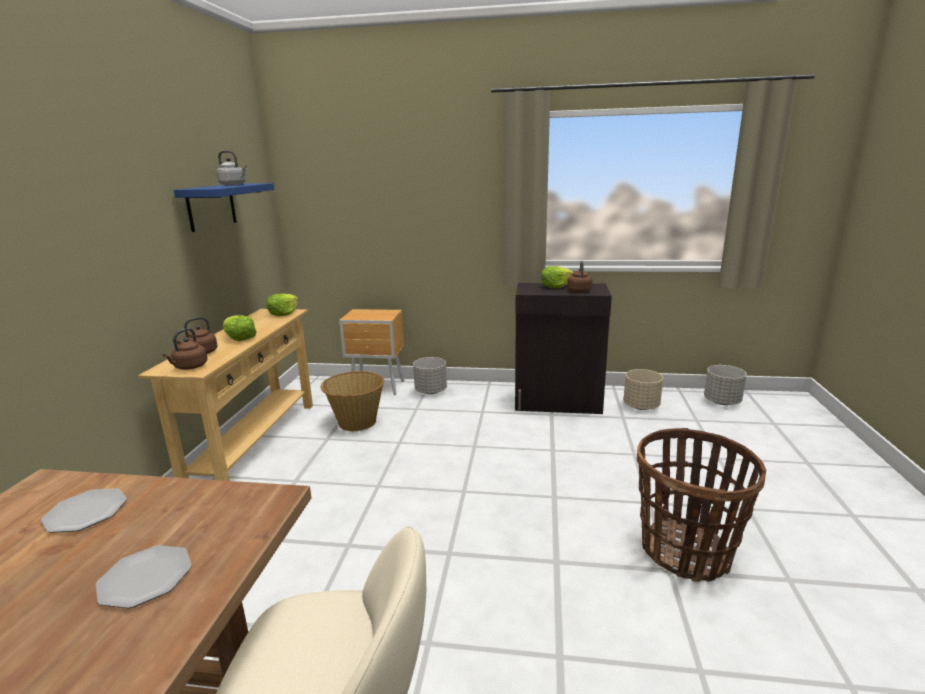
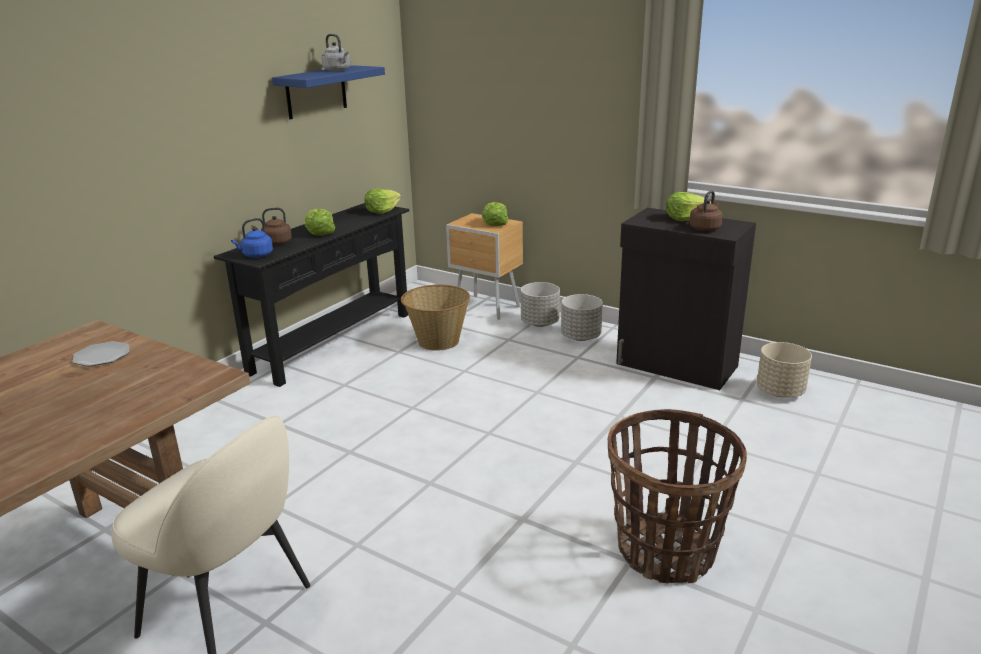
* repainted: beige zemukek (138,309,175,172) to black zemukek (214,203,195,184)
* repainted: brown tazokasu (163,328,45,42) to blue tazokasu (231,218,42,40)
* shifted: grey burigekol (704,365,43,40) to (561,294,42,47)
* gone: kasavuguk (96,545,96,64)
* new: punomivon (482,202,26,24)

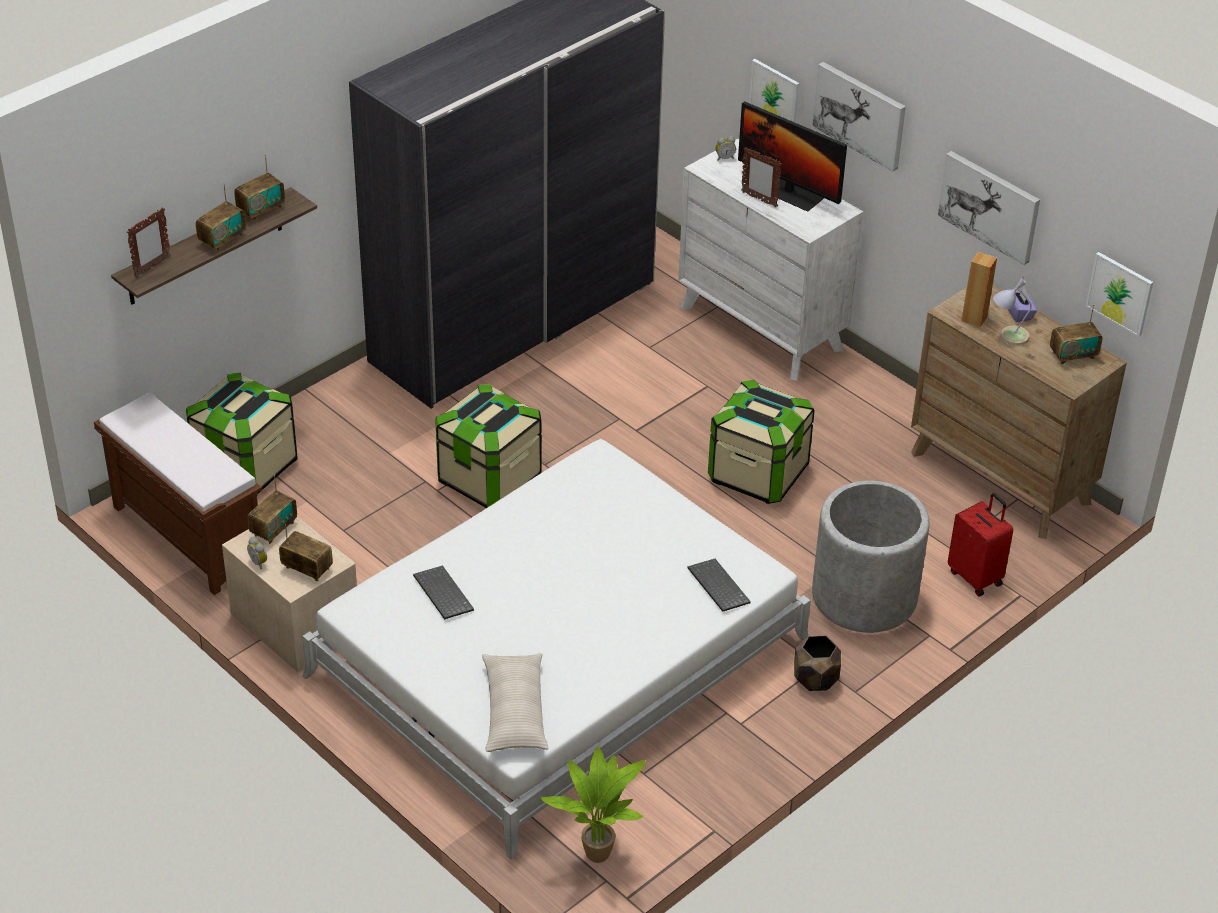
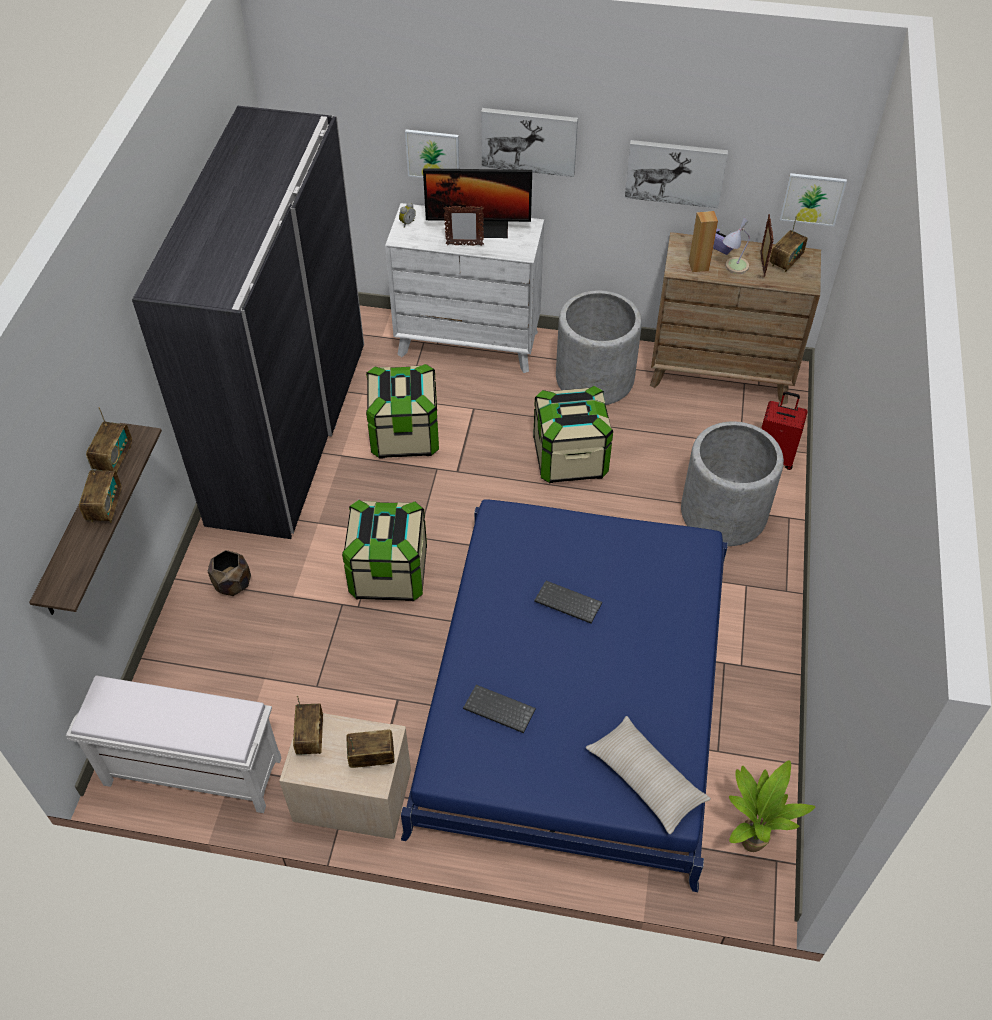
* shifted: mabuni (127,208,44,70) to (760,214,14,63)
* shifted: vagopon (186,372,112,122) to (366,364,73,94)
* repainted: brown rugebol (94,393,168,202) to white rugebol (66,675,215,138)
* repainted: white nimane (302,439,509,420) to blue nimane (401,499,327,393)
* gone: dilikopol (247,537,20,32)
* shifted: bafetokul (687,559,64,53) to (534,581,68,42)
* shifted: brown burigekol (794,636,47,55) to (208,550,43,46)
* new: grey burigekol (556,291,86,114)

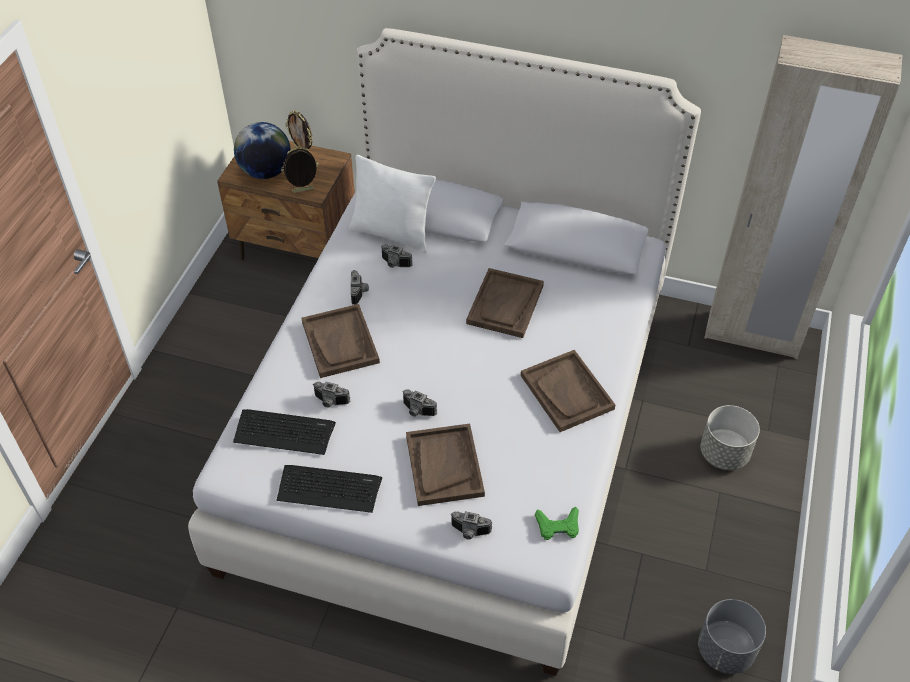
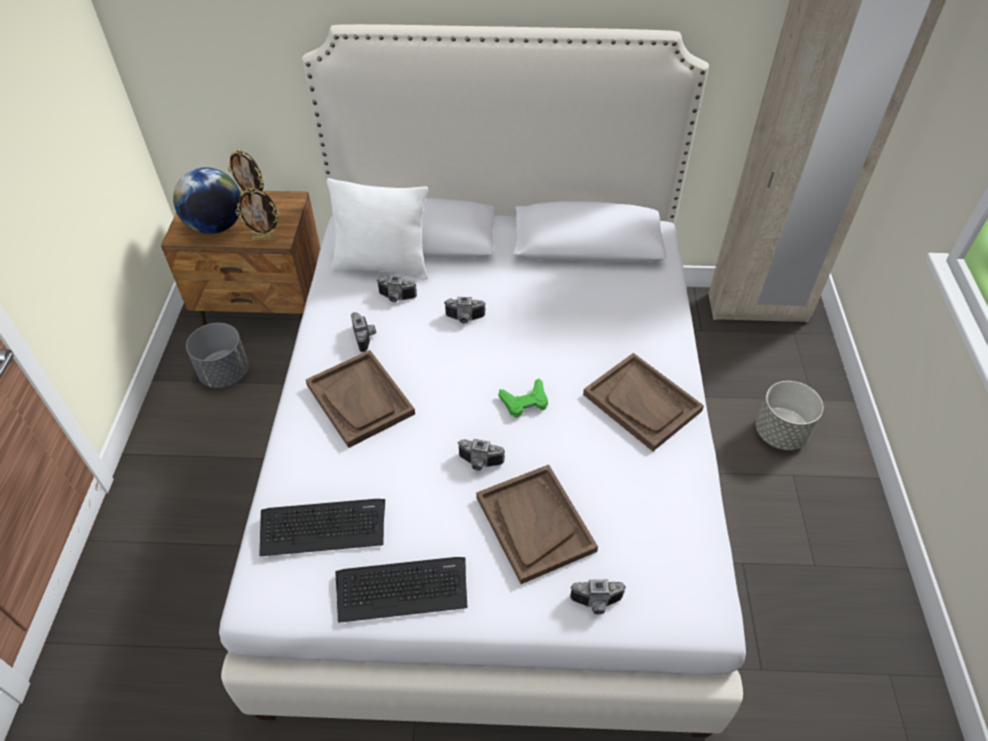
* rotated: mabuni (281,146,37,47) = (235,187,45,54) 150 degrees counterclockwise
* gone: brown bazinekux (466,268,78,70)
* shifted: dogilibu (313,382,37,25) to (444,297,42,26)
* shifted: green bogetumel (535,507,44,33) to (498,378,50,39)
* shifted: grey burigekol (698,599,68,75) to (186,323,63,65)

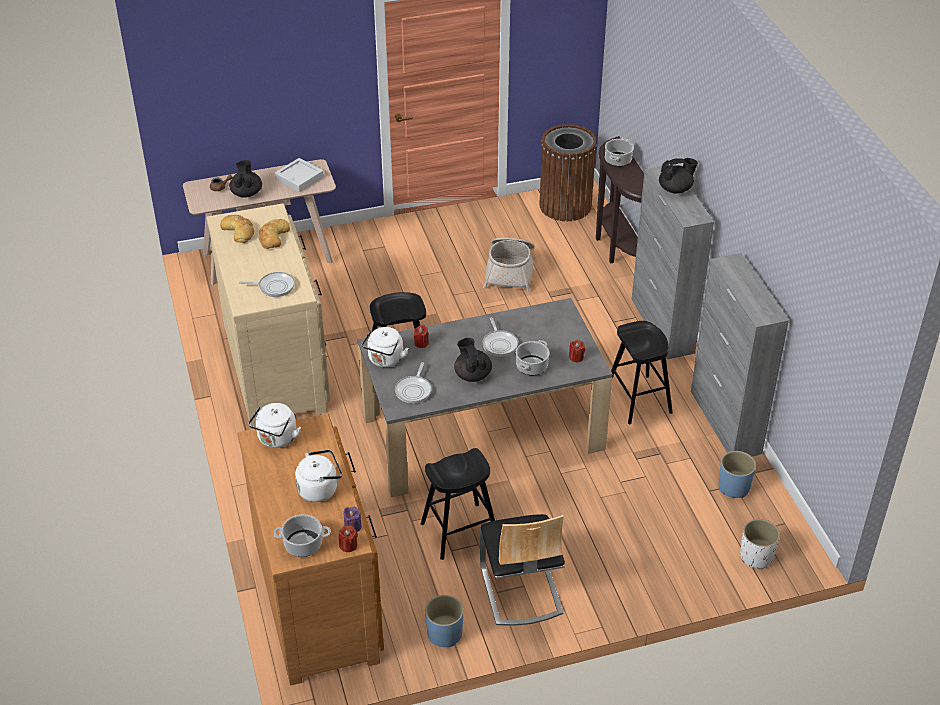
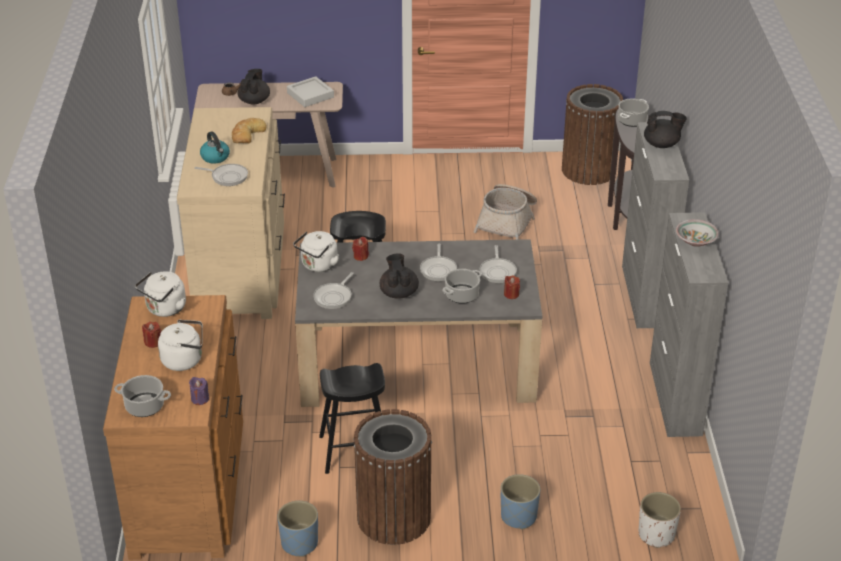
* gone: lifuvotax (220,215,34,28)
* gone: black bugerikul (611,321,62,104)
* shifted: blue burigekol (718,451,38,47) to (501,474,39,56)
* swapped: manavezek (480,514,85,112) to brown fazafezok (353,409,79,136)
* shifted: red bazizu (339,526,19,26) to (142,321,20,27)
* new: tazokasu (200,131,30,33)
* new: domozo (676,219,43,28)
* new: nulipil (479,245,38,38)

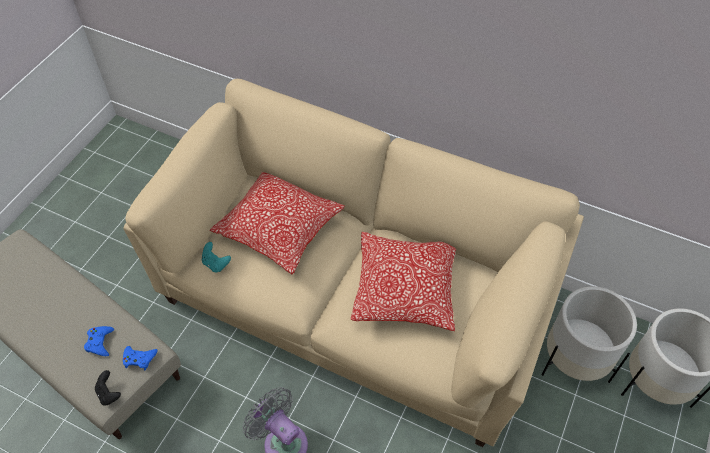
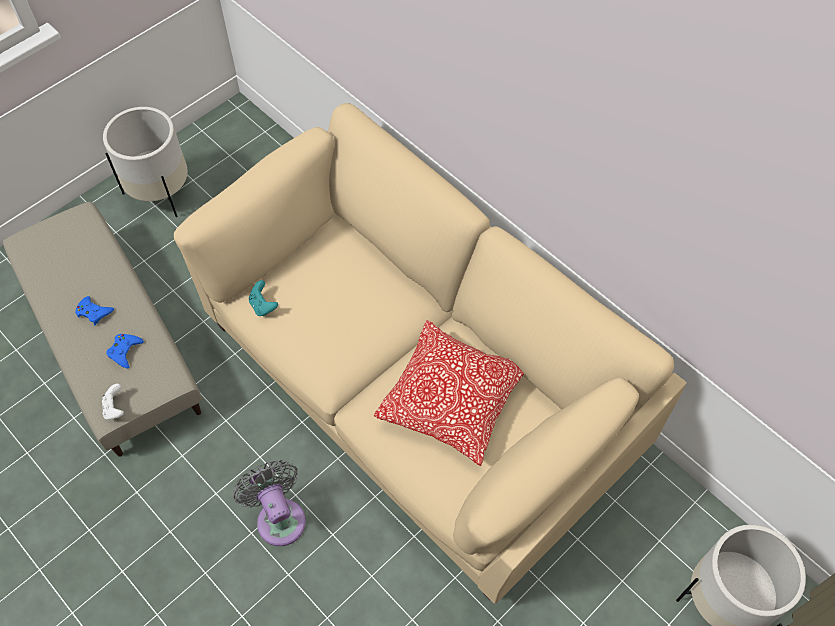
* gone: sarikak (209,172,136,102)
* shifted: white burigekol (541,286,96,97) to (103,107,85,110)
* shifted: blue bogetumel (123,346,35,24) to (75,296,39,29)
* repainted: black bogetumel (95,370,26,36) to white bogetumel (102,384,22,36)

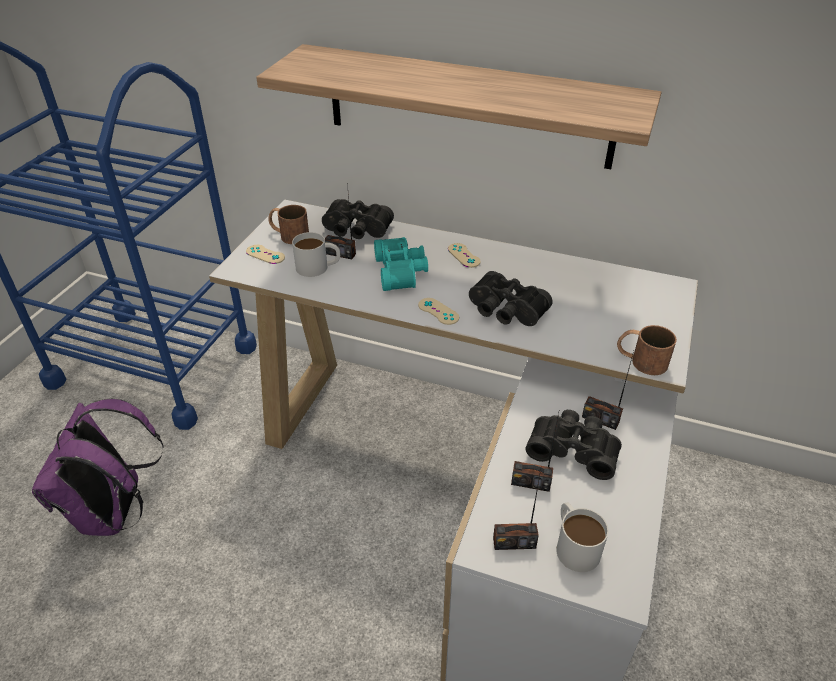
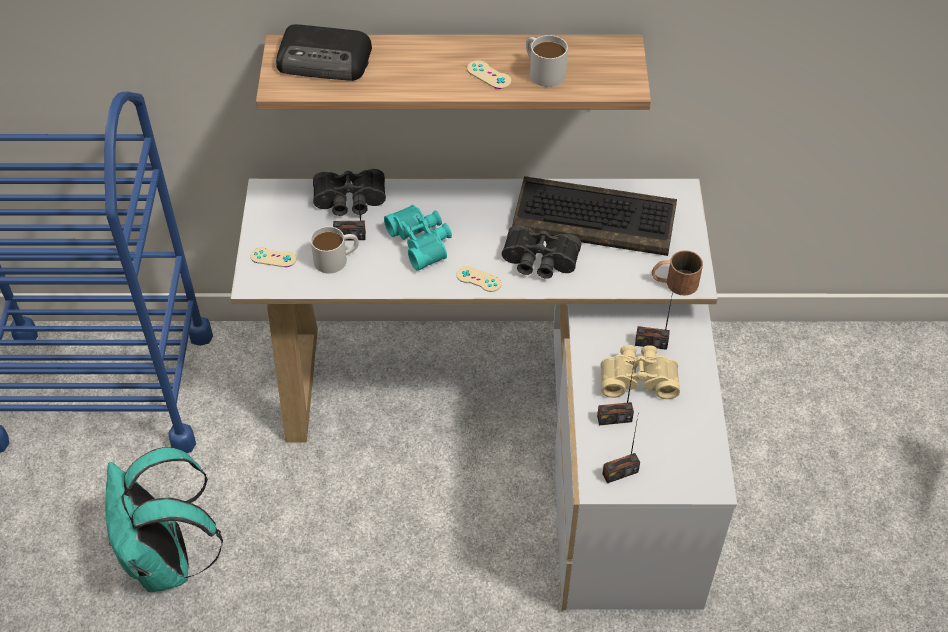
* gone: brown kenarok (268,205,41,39)
* shifted: beige bogetumel (448,243,33,25) to (467,60,44,29)
* repainted: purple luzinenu (32,399,132,137) to turquoise luzinenu (105,447,118,145)
* repainted: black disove (526,410,96,70) to beige disove (601,345,79,54)
* shifted: white kenarok (556,502,52,70) to (526,35,42,52)
* new: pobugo (276,24,96,57)
* new: bafetokul (512,176,165,80)

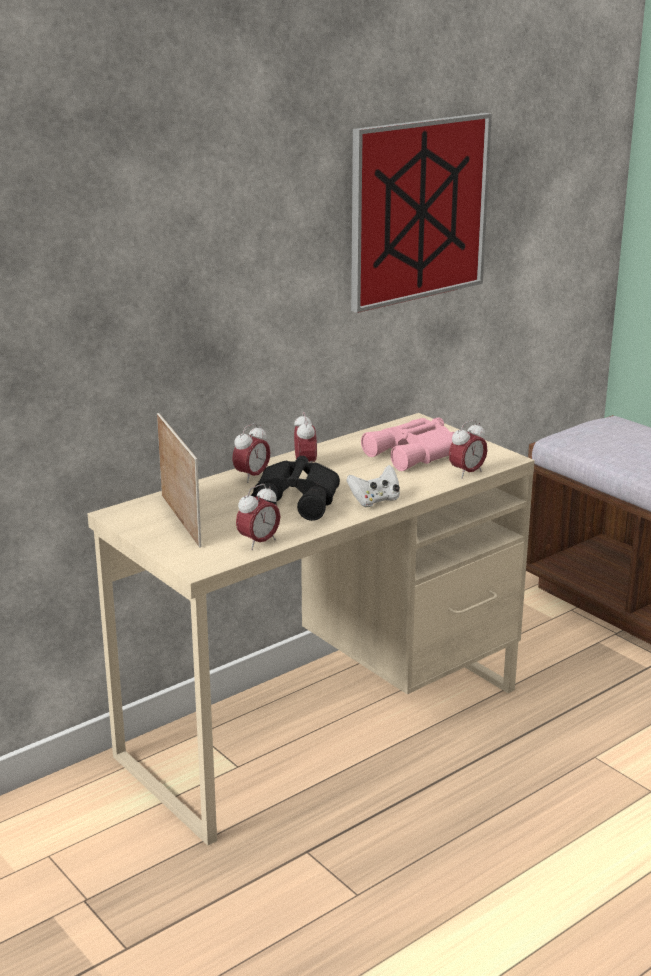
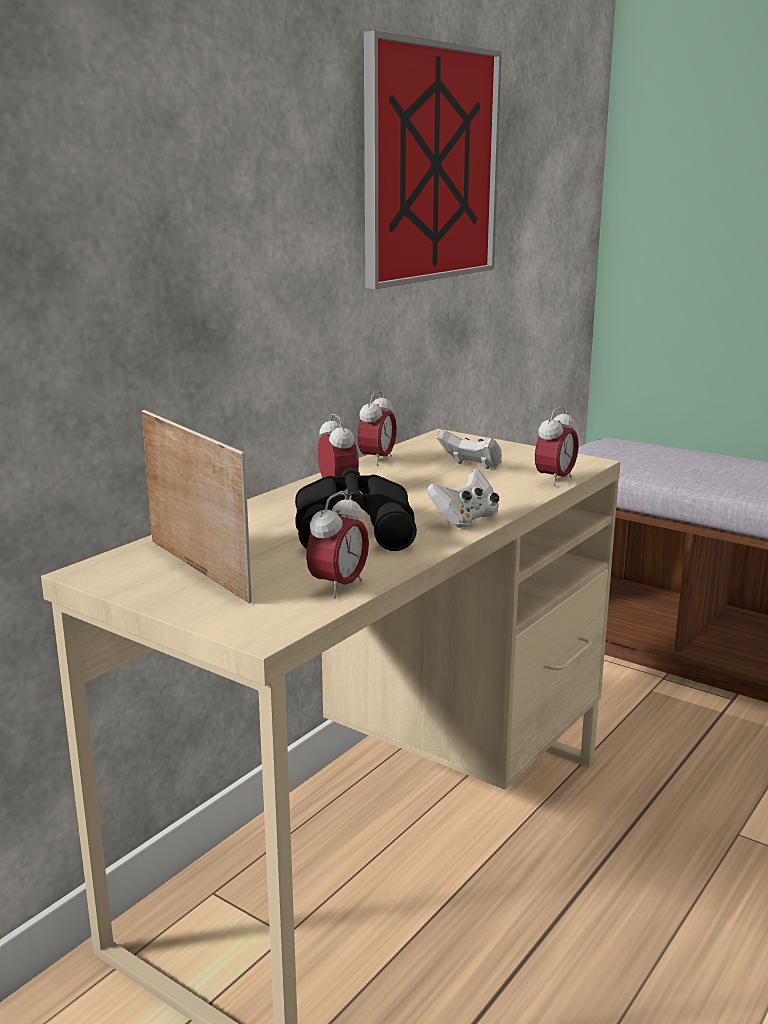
* swapped: pink disove (361,417,93,54) to white bogetumel (437,430,65,39)
* shifted: dilikopol (232,423,38,60) to (357,391,40,75)

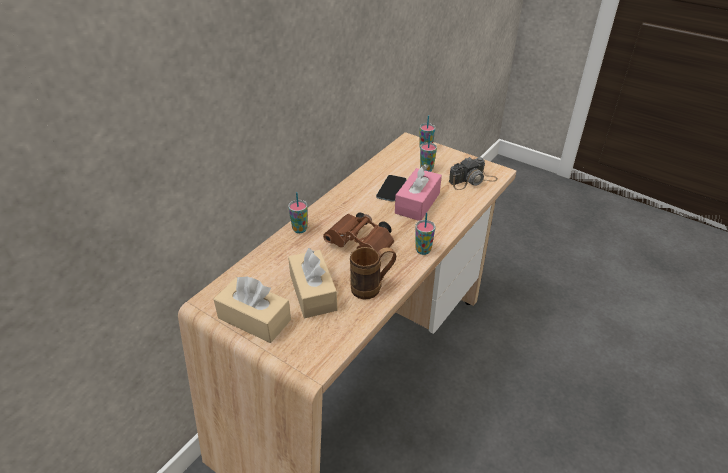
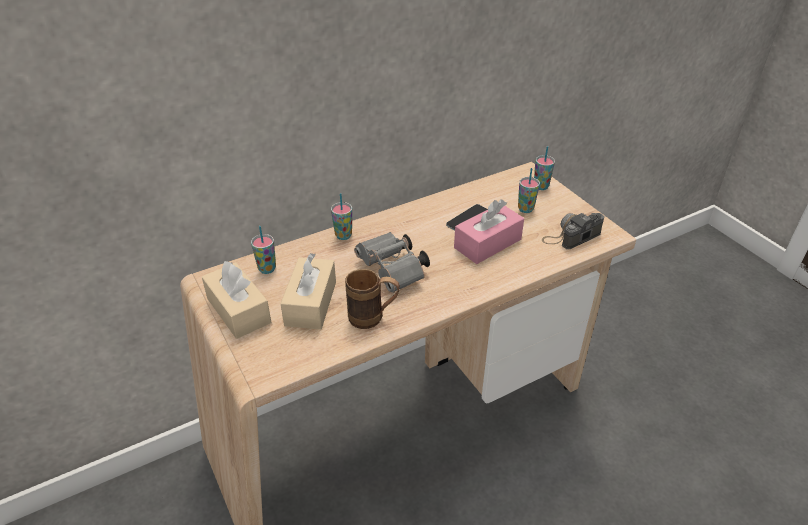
* rotated: dogilibu (449,157,49,33) = (542,213,62,36) 150 degrees clockwise
* repainted: brown disove (323,212,71,45) to grey disove (354,232,76,61)
* shifted: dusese (415,213,20,42) to (251,226,25,48)

